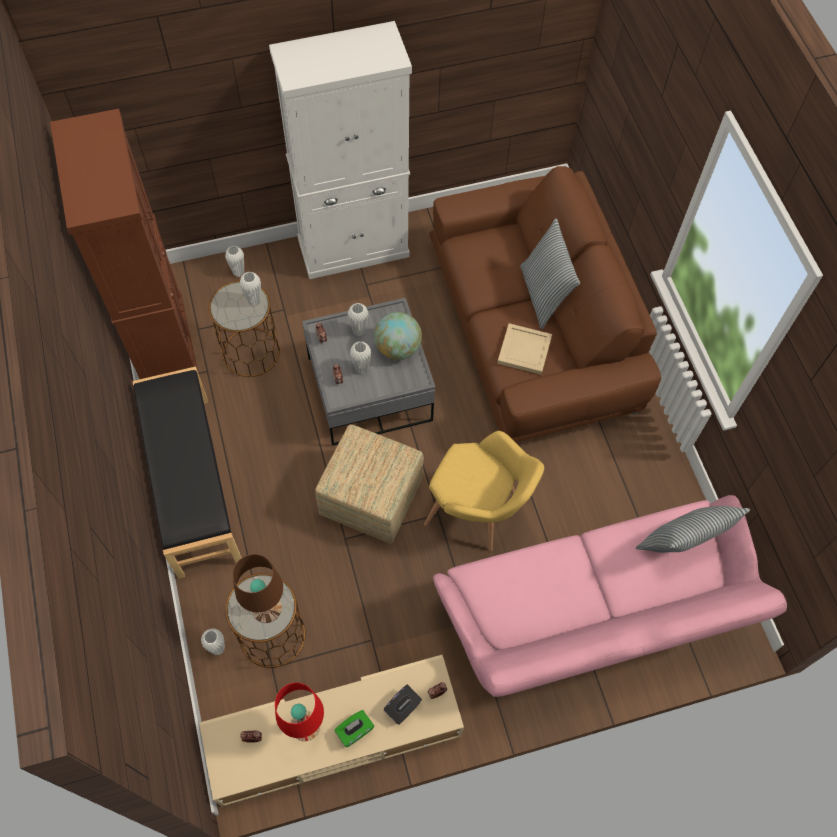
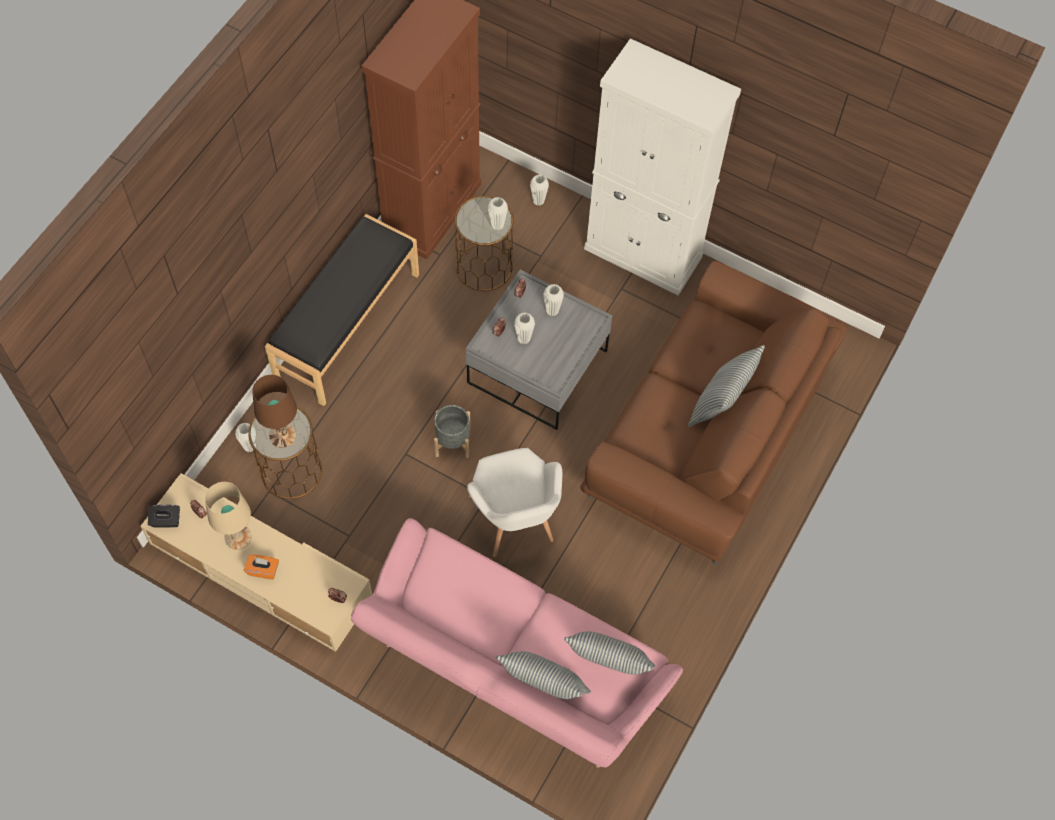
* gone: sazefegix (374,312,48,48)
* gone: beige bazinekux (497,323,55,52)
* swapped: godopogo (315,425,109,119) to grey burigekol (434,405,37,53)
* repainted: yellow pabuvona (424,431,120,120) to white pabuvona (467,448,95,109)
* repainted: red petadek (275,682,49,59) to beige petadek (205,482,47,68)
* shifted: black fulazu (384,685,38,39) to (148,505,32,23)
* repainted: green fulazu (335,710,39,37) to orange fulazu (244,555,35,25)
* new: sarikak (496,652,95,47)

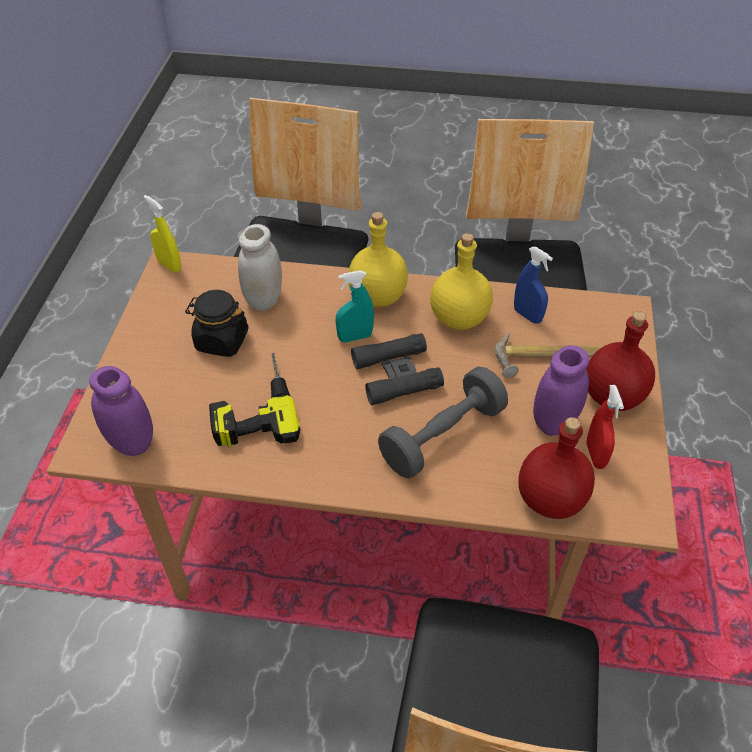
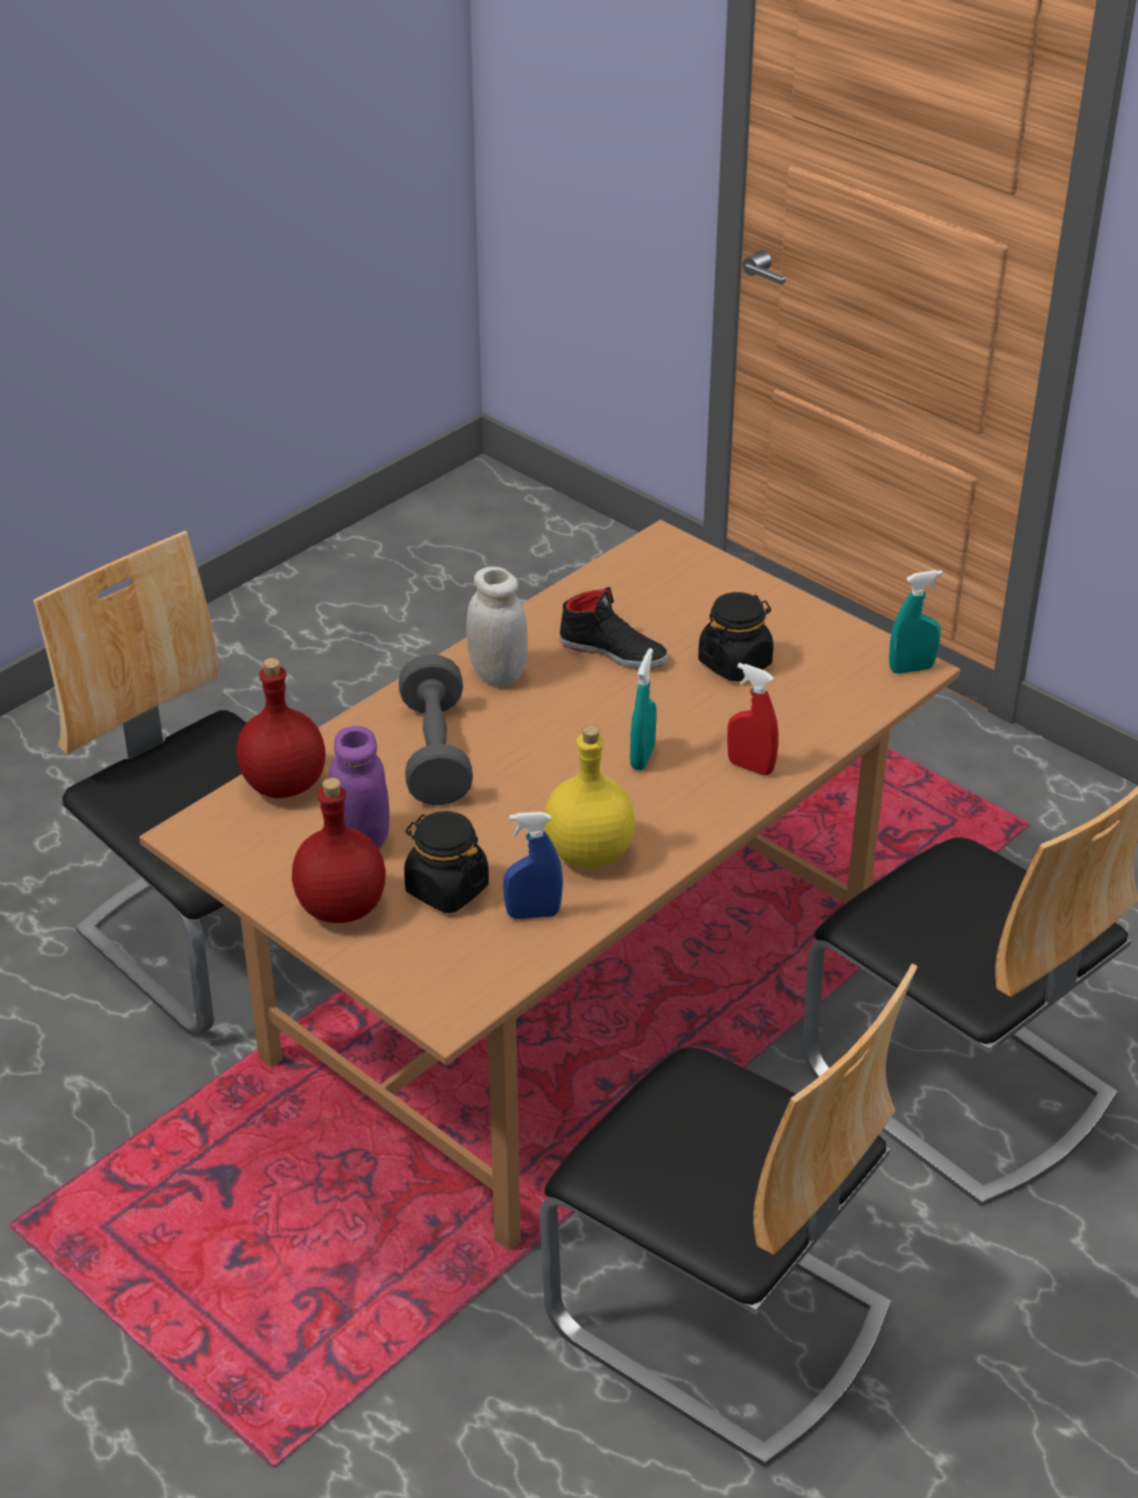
* repainted: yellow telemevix (144,195,37,78) to turquoise telemevix (889,570,54,104)
* gone: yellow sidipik (349,212,59,95)
* shifted: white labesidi (238,224,44,87) to (466,566,62,121)
* swapped: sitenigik (494,331,110,47) to black labesidi (404,811,85,102)
* gone: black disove (351,333,93,72)
* swapped: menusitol (209,353,91,94) to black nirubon (559,587,109,82)
* gone: purple labesidi (89,366,64,90)
* shifted: red telemevix (586,385,38,84) to (727,663,51,112)

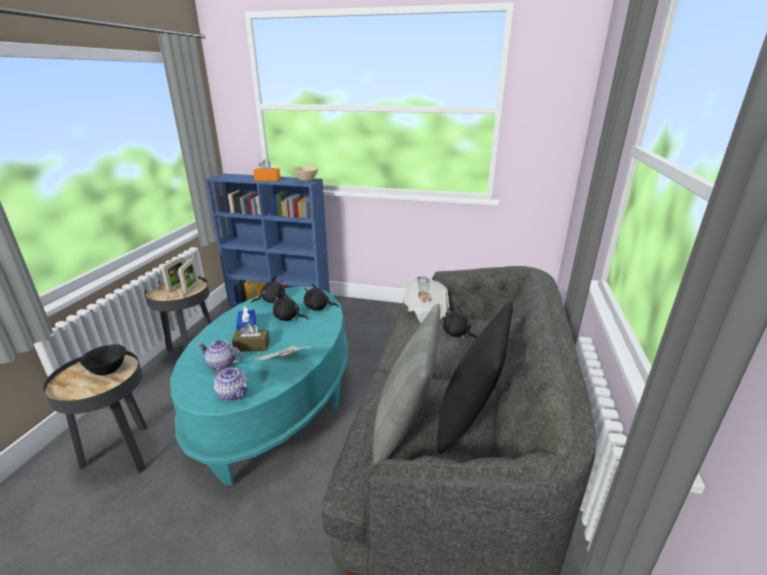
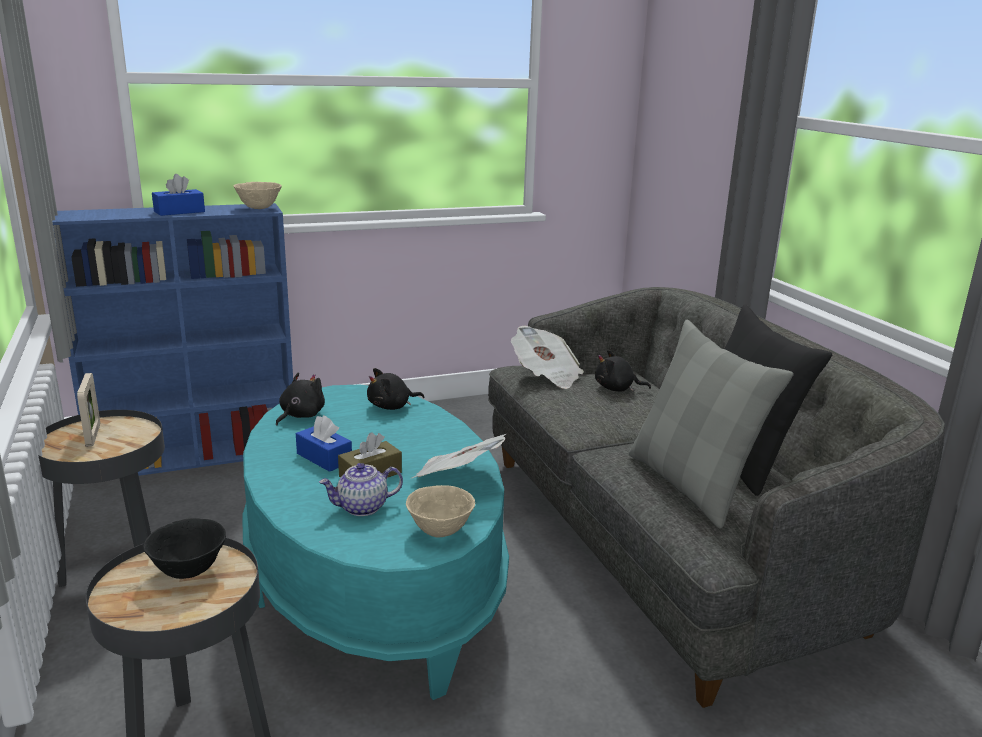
* repainted: orange fulazu (253,159,27,22) to blue fulazu (152,174,53,42)
* gone: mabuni (178,259,21,36)
* gone: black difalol (273,292,35,29)
* swapped: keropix (213,366,35,35) to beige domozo (406,485,69,53)

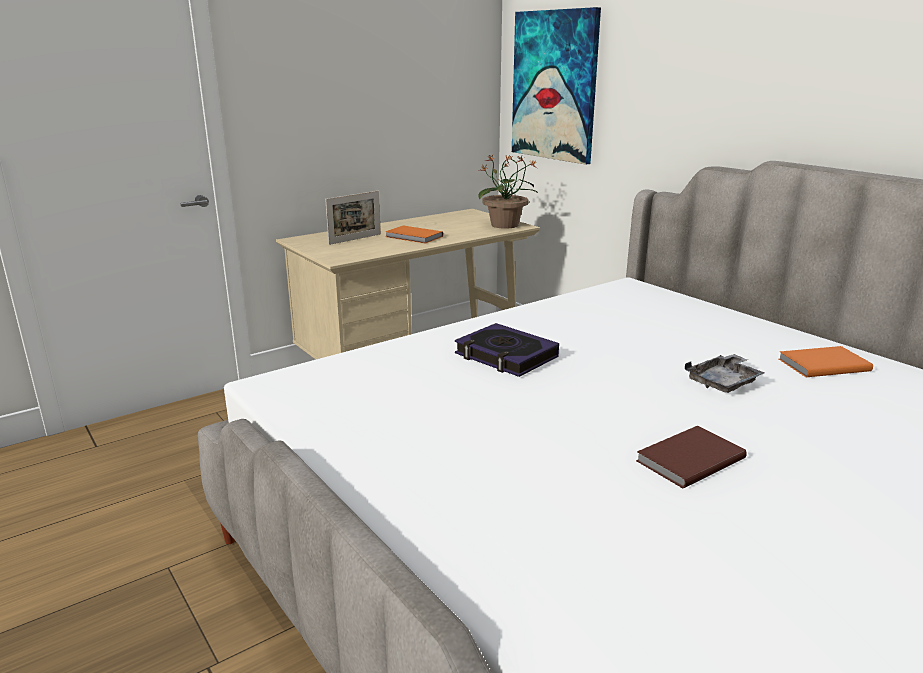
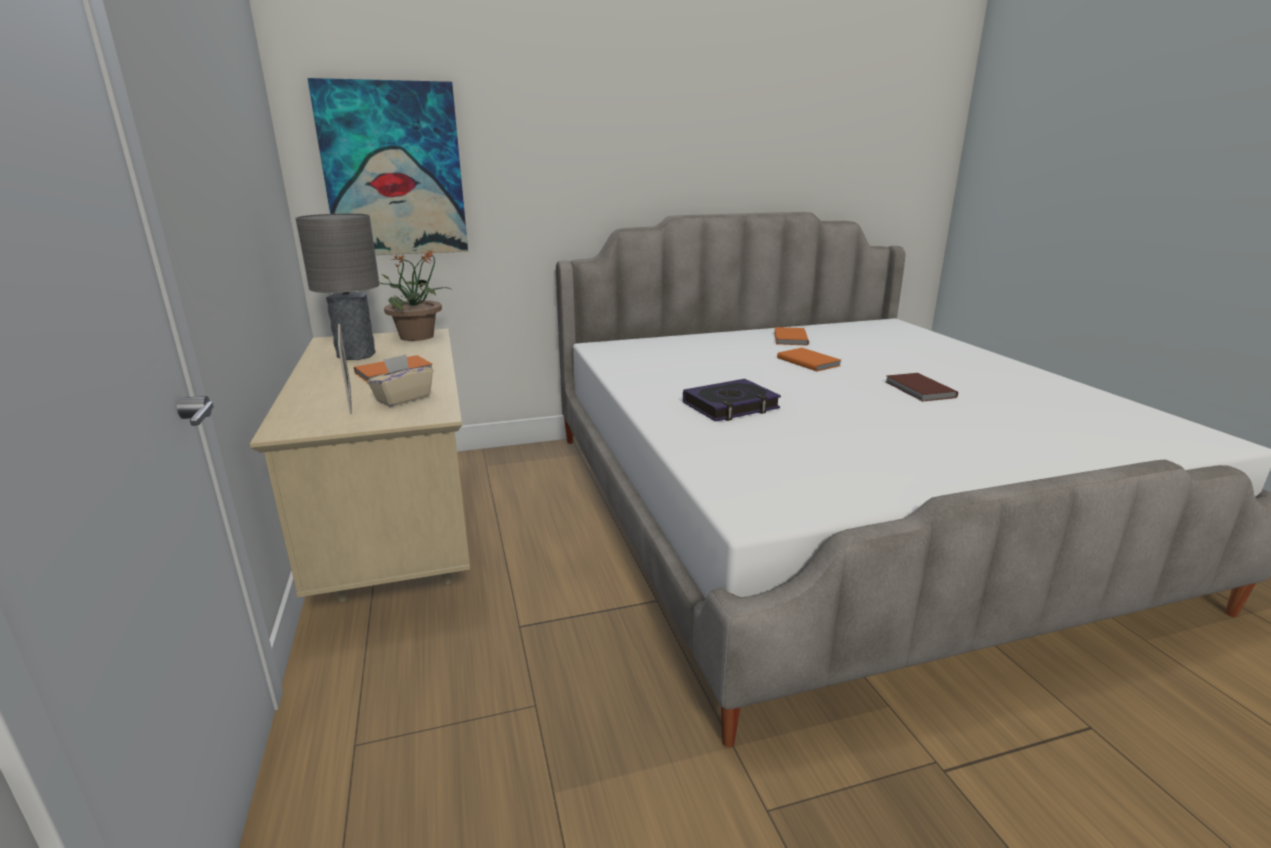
* swapped: grey bazinekux (685,354,80,39) to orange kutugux (777,348,64,24)
* new: grey petadek (295,213,85,147)
* new: beige fulazu (367,354,66,53)

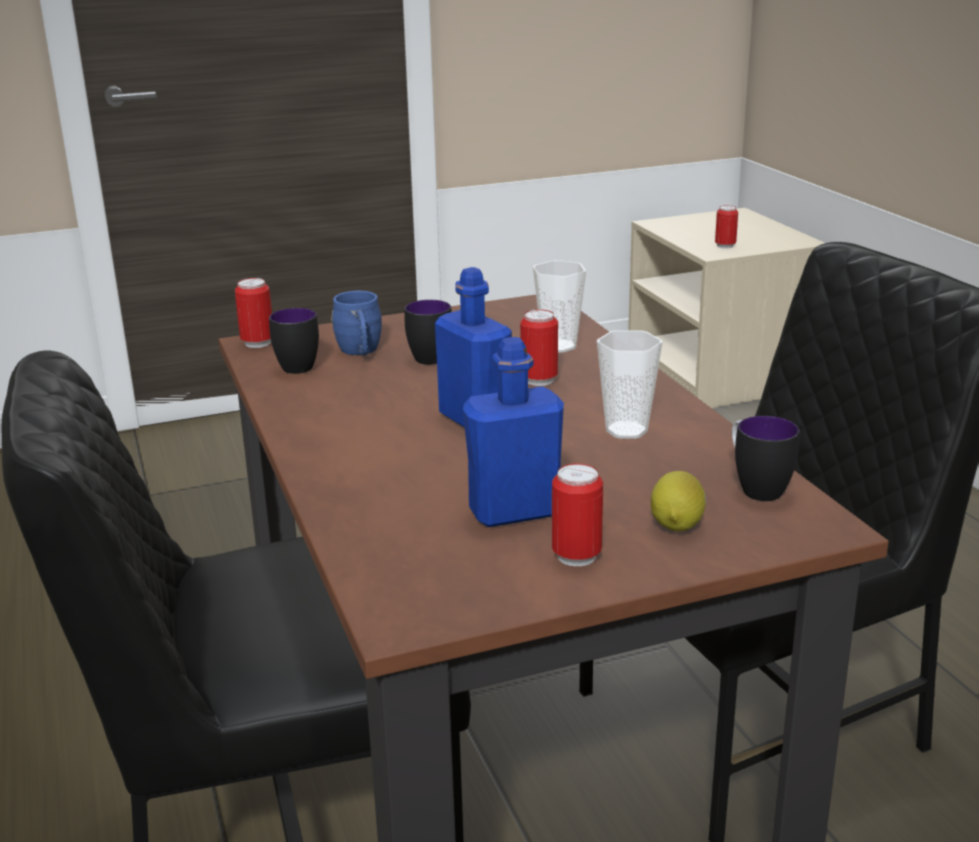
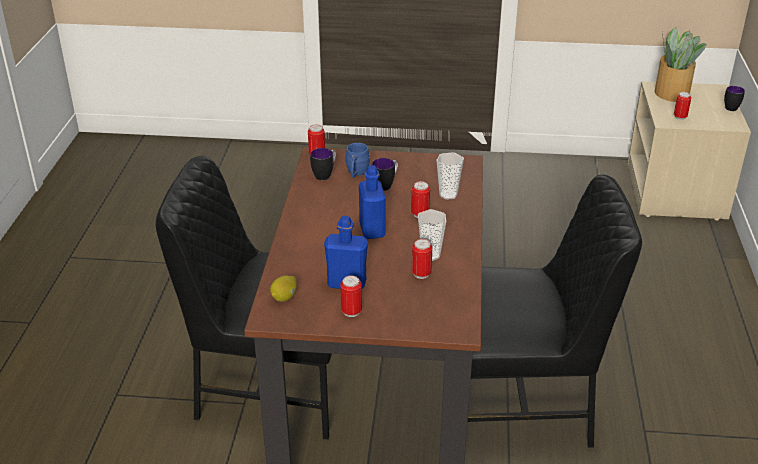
* shifted: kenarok (732,416,68,85) to (724,86,21,25)
* shifted: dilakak (651,471,55,60) to (270,276,27,26)
* new: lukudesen (654,27,53,75)
* new: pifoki (412,239,20,40)

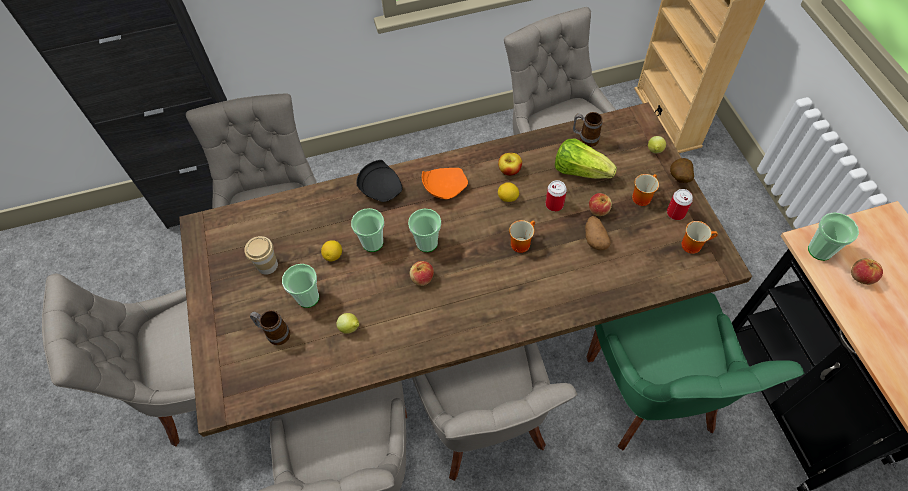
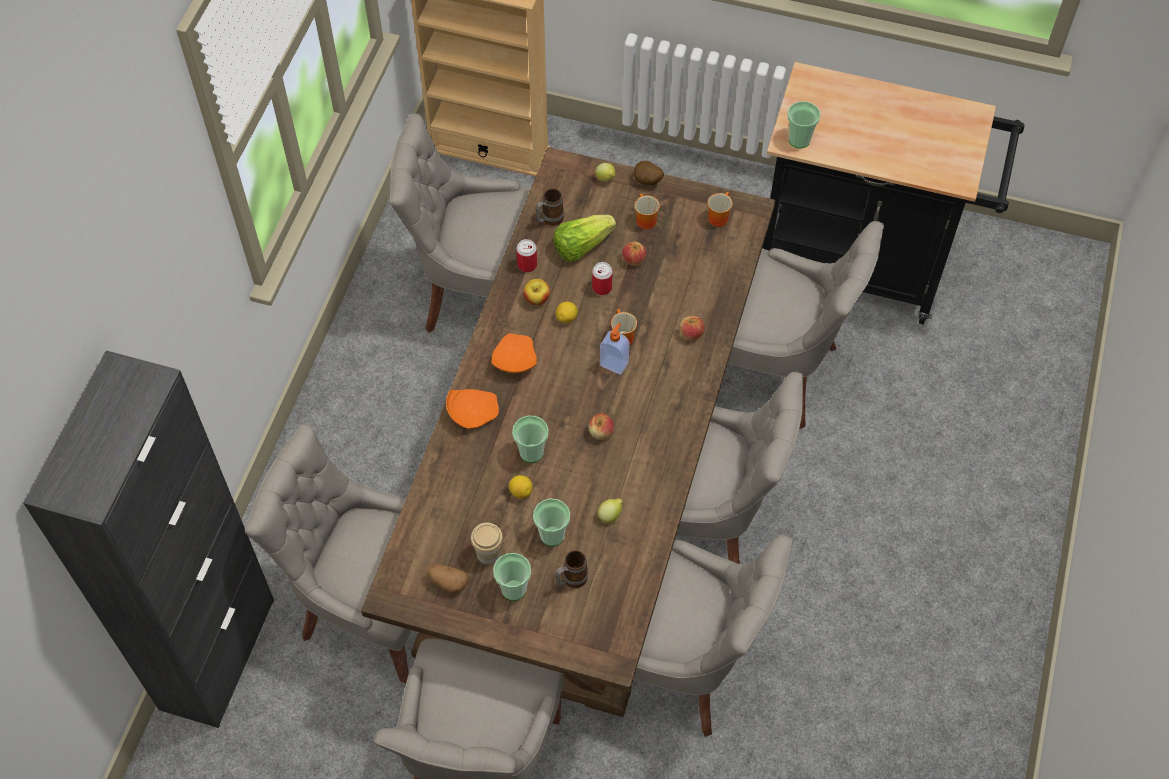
* repainted: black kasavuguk (356,160,47,42) to orange kasavuguk (446,389,53,40)
* shifted: pifoki (667,189,26,31) to (517,239,20,33)
* shifted: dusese (408,208,33,44) to (493,553,38,48)
* shifted: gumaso (585,216,25,34) to (427,564,42,29)
* shifted: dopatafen (851,258,32,27) to (680,316,25,25)
* repainted: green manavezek (587,293,218,157) to grey manavezek (728,221,156,208)
* new: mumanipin (600,323,30,52)

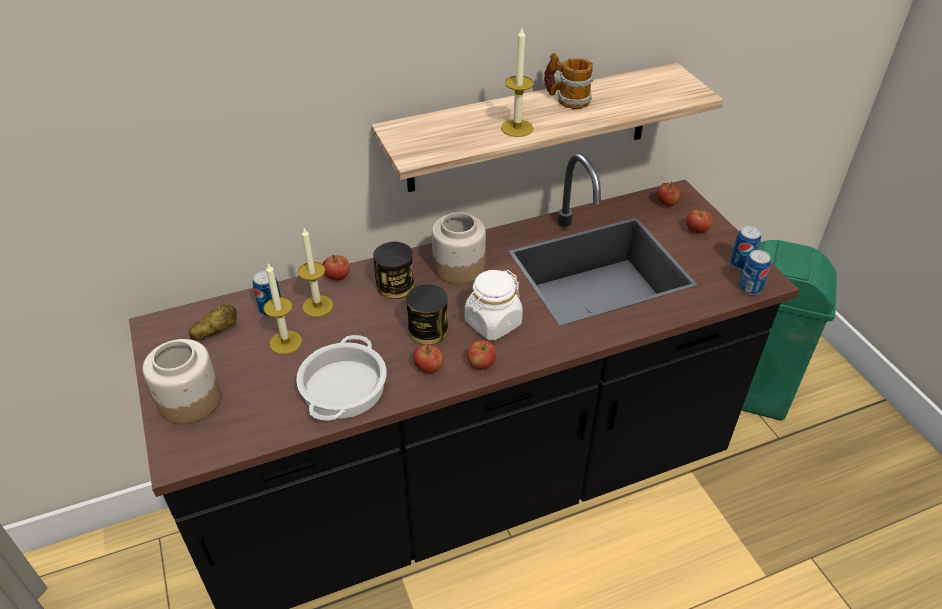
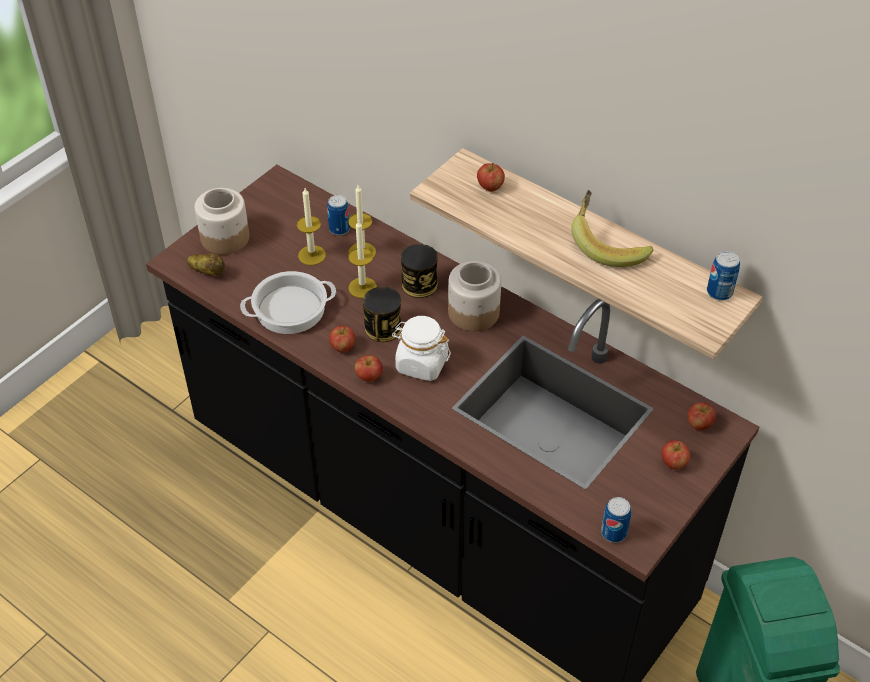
* shifted: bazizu (501,28,33,109) to (348,219,29,79)
* swapped: kenarok (544,53,49,56) to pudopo (571,190,82,77)
* shifted: pifoki (730,226,31,44) to (707,251,33,50)
* shifted: dopatafen (323,255,27,26) to (477,163,28,29)
* shifted: gumaso (189,304,48,36) to (187,254,38,23)

